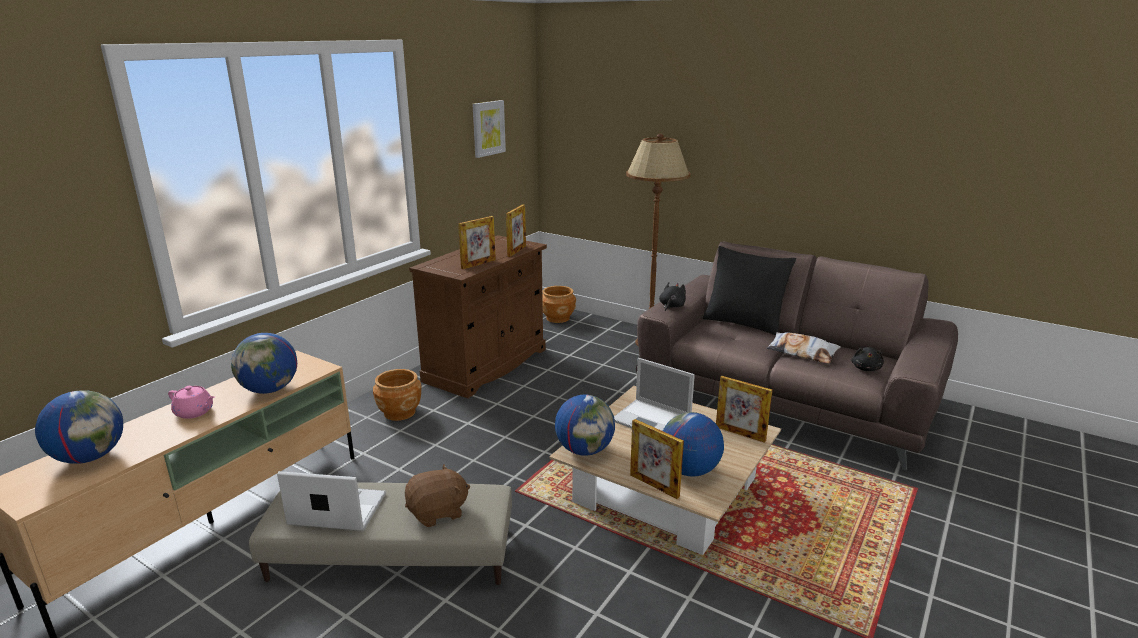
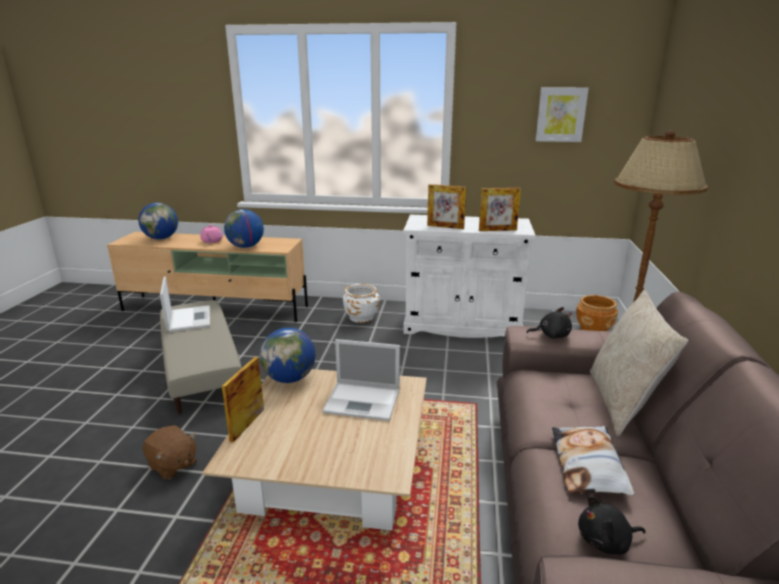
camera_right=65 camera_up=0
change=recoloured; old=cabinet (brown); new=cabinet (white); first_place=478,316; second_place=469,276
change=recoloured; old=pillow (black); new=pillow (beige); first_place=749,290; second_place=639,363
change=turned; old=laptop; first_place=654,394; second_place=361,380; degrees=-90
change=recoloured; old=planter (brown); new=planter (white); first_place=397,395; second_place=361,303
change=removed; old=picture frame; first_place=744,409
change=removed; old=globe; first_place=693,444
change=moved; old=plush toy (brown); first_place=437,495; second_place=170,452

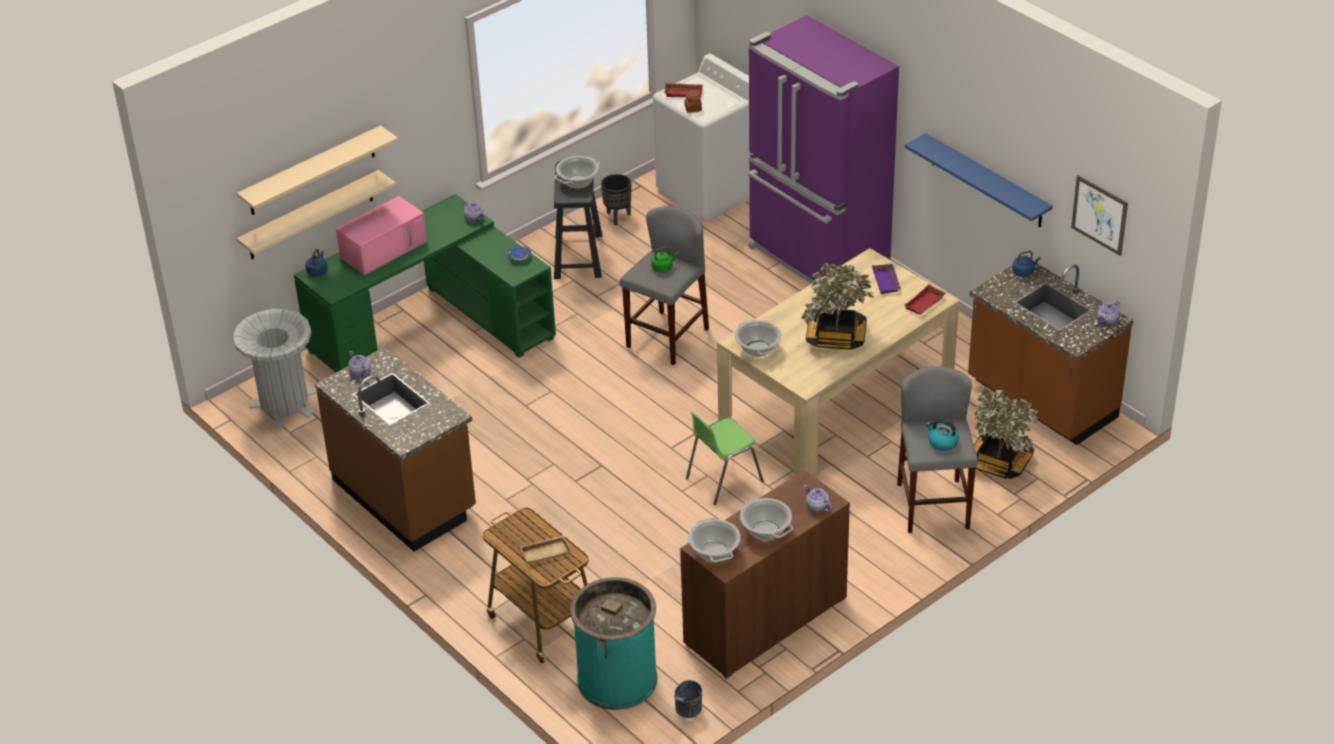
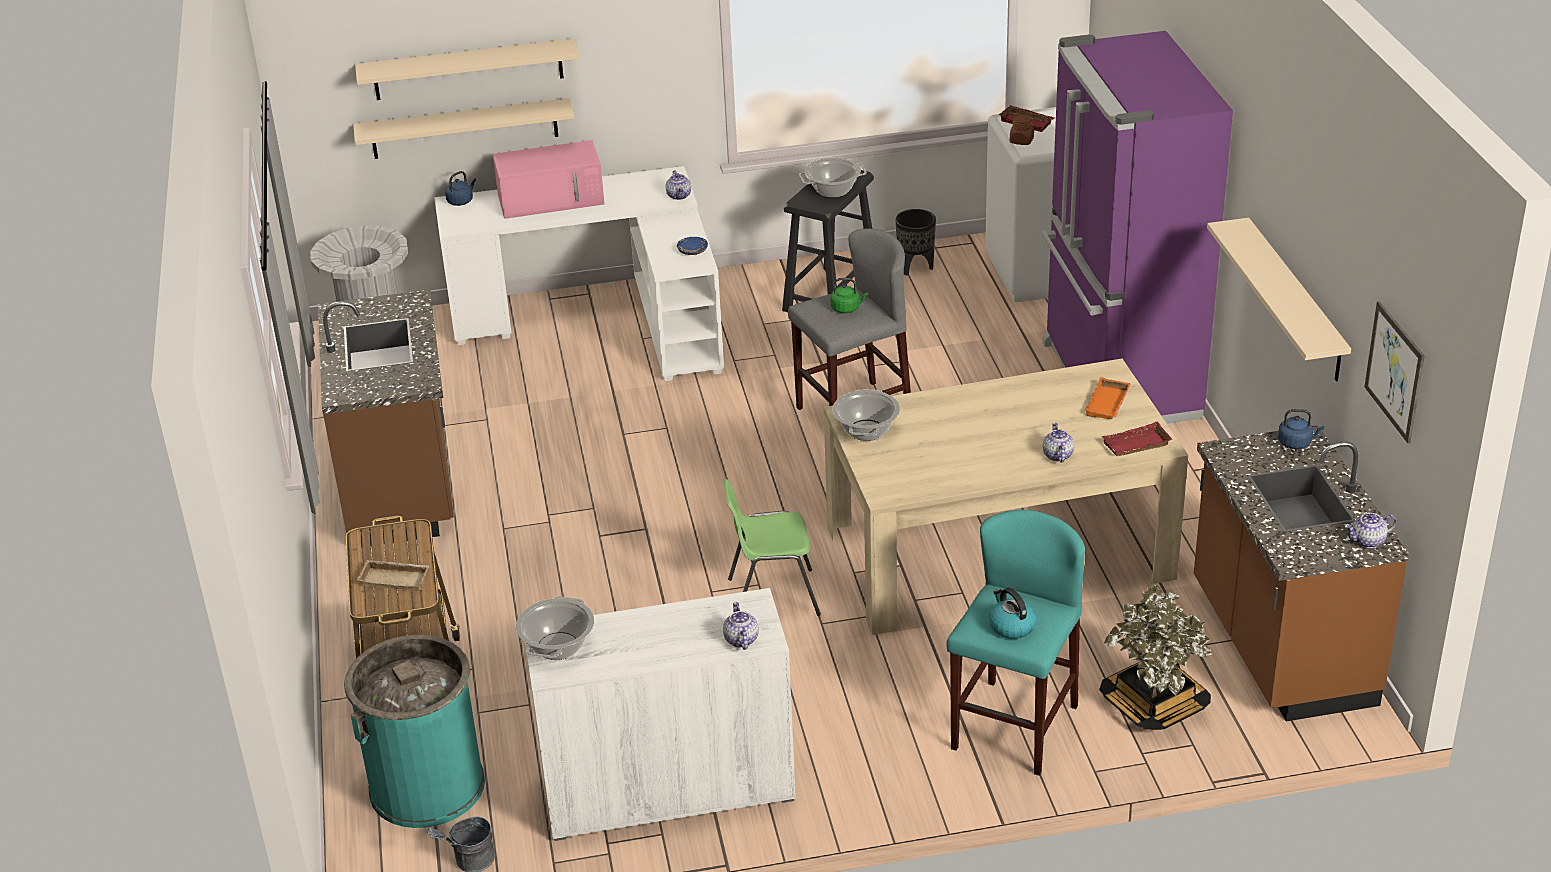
camera_right=30 camera_up=-5
change=recoloured; old=shelf (blue); new=shelf (beige); first_place=979,180; second_place=1279,300
change=recoloured; old=desk (green); new=desk (white); first_place=425,283; second_place=579,273
change=removed; old=potted plant; first_place=838,306
change=recoloured; old=tray (purple); new=tray (orange); first_place=886,279; second_place=1107,398
change=moved; old=teapot; first_place=359,364; second_place=1058,442
change=recoloured; old=stool (grey); new=stool (turquoise); first_place=937,449; second_place=1015,643
change=recoloured; old=cabinet (brown); new=cabinet (white); first_place=765,574; second_place=660,714
change=removed; old=cooking pot; first_place=766,519

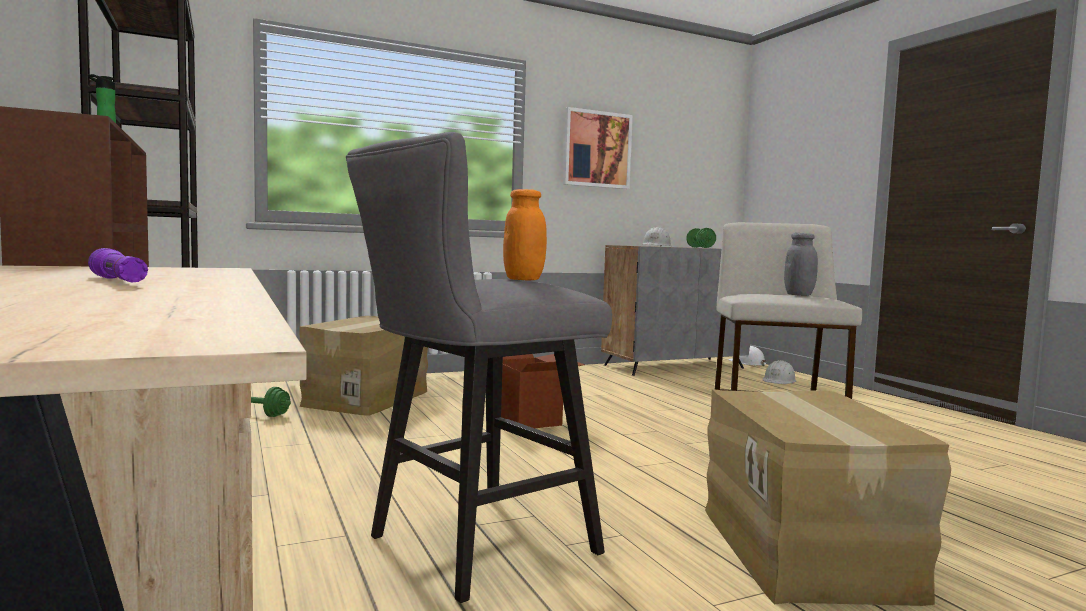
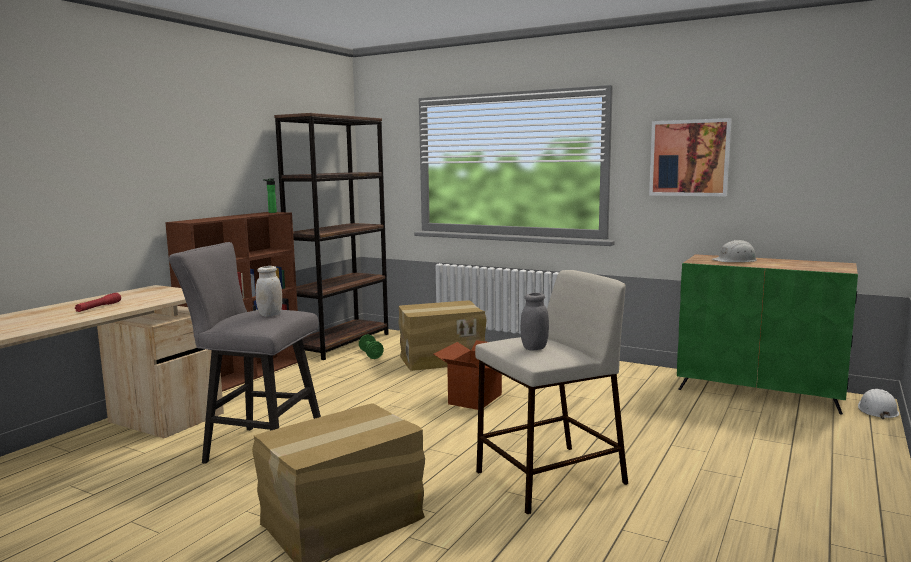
camera_right=55 camera_up=5
change=recoloured; old=jar (orange); new=jar (white); first_place=525,234; second_place=269,291
change=removed; old=dumbbell (green); first_place=701,238
change=recoloured; old=cabinet (grey); new=cabinet (green); first_place=676,310; second_place=767,334
change=recoloured; old=flashlight (purple); new=flashlight (red); first_place=118,265; second_place=98,302
change=removed; old=hard hat (white); first_place=779,372

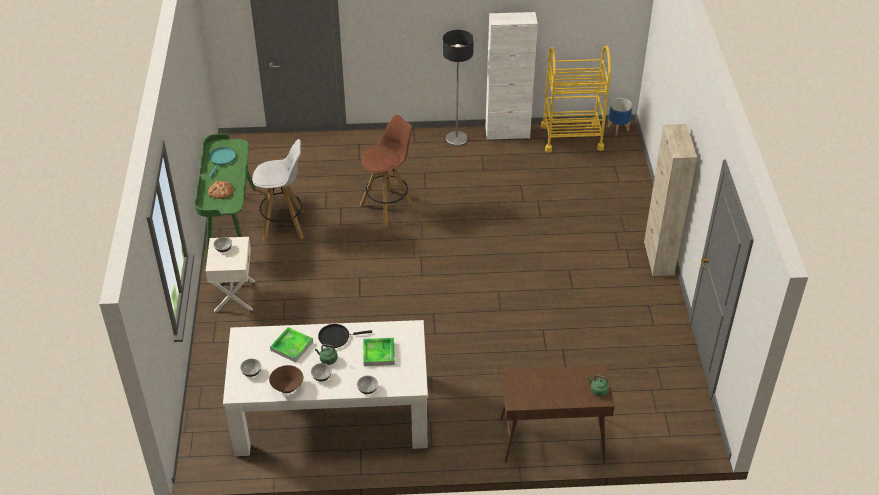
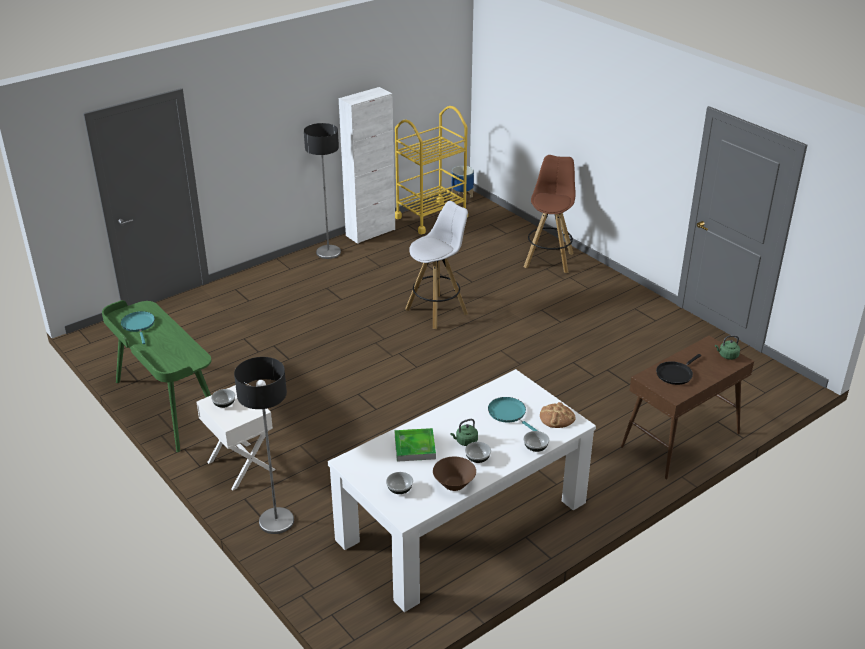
camera_right=-35 camera_up=-10
change=moved; old=stool (brown); first_place=387,170; second_place=550,214
change=removed; old=cabinet (beige); first_place=670,200
change=moved; old=stool (white); first_place=278,190; second_place=436,265
change=moved; old=bread; first_place=220,189; second_place=558,415
change=moved; old=frying pan (black); first_place=345,336; second_place=678,369
change=replaced; old=tray; new=frying pan (turquoise); first_place=379,352; second_place=513,414
change=added; new=floor lamp; second_place=264,445

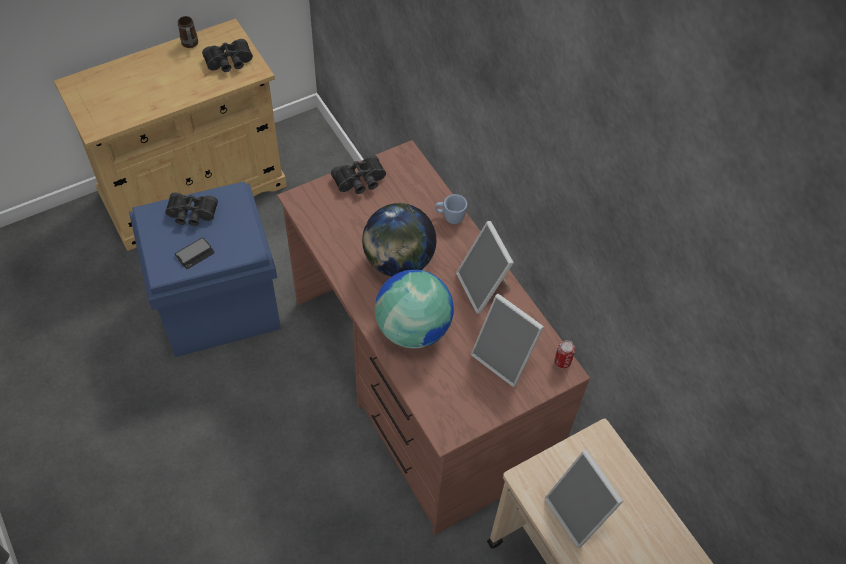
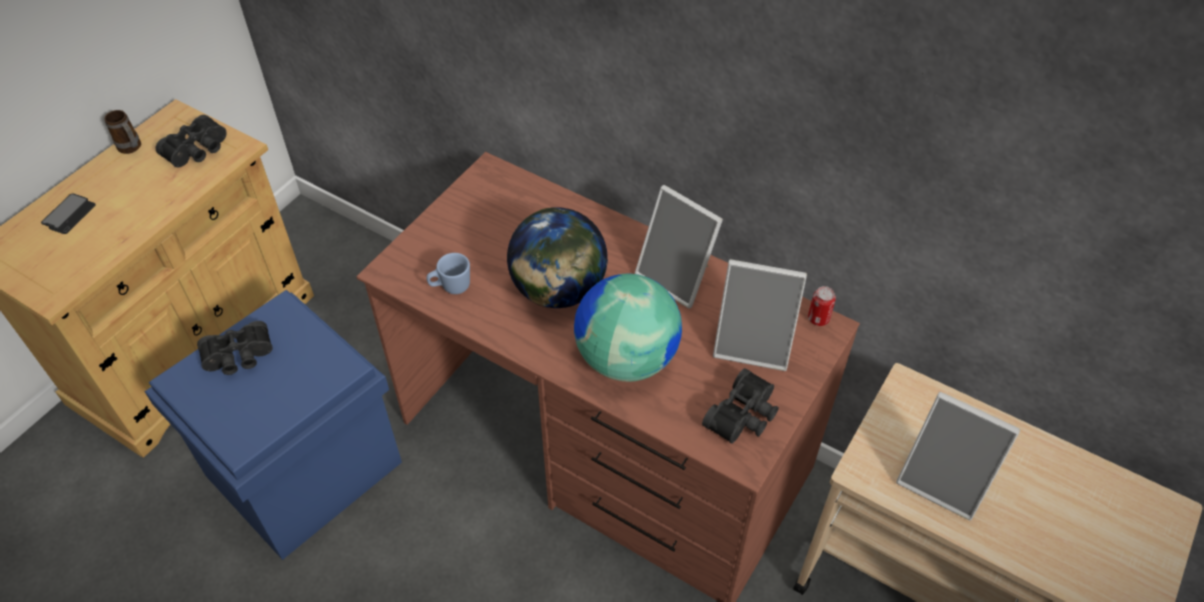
camera_right=-25 camera_up=-5
change=moved; old=binoculars (black); first_place=358,174; second_place=740,406
change=moved; old=mug (blue); first_place=451,209; second_place=448,273
change=moved; old=phone; first_place=195,253; second_place=68,214

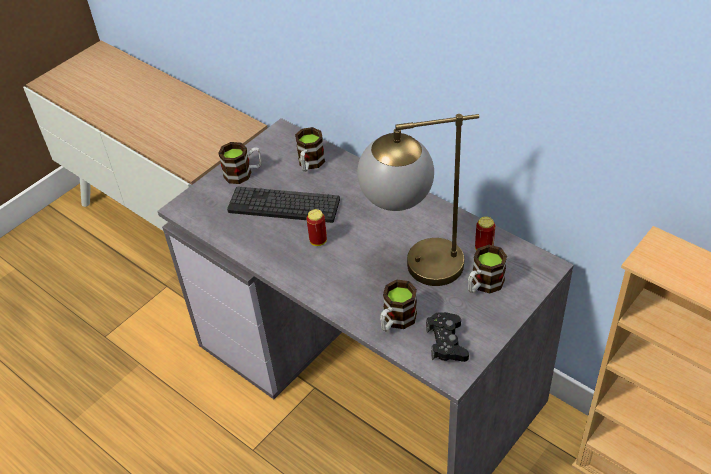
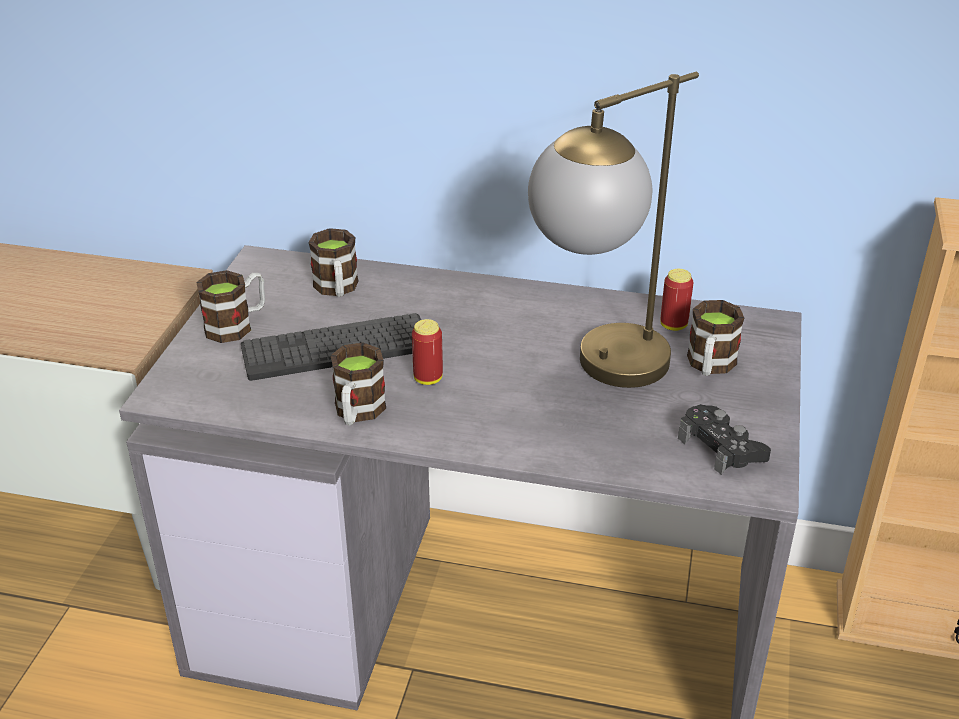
camera_right=-30 camera_up=-10
change=moved; old=mug; first_place=398,305; second_place=358,384

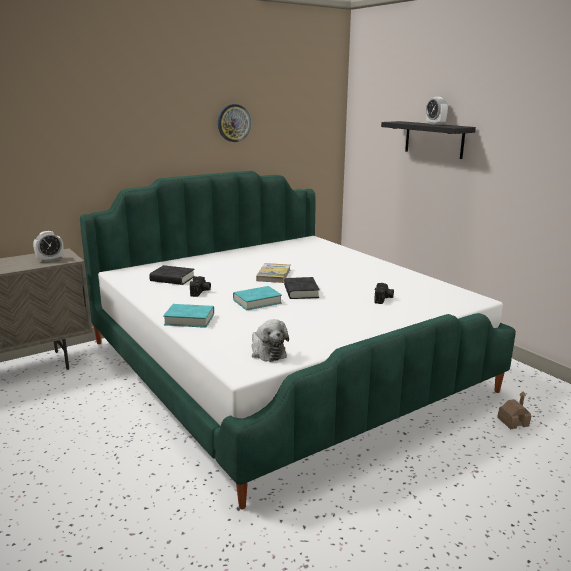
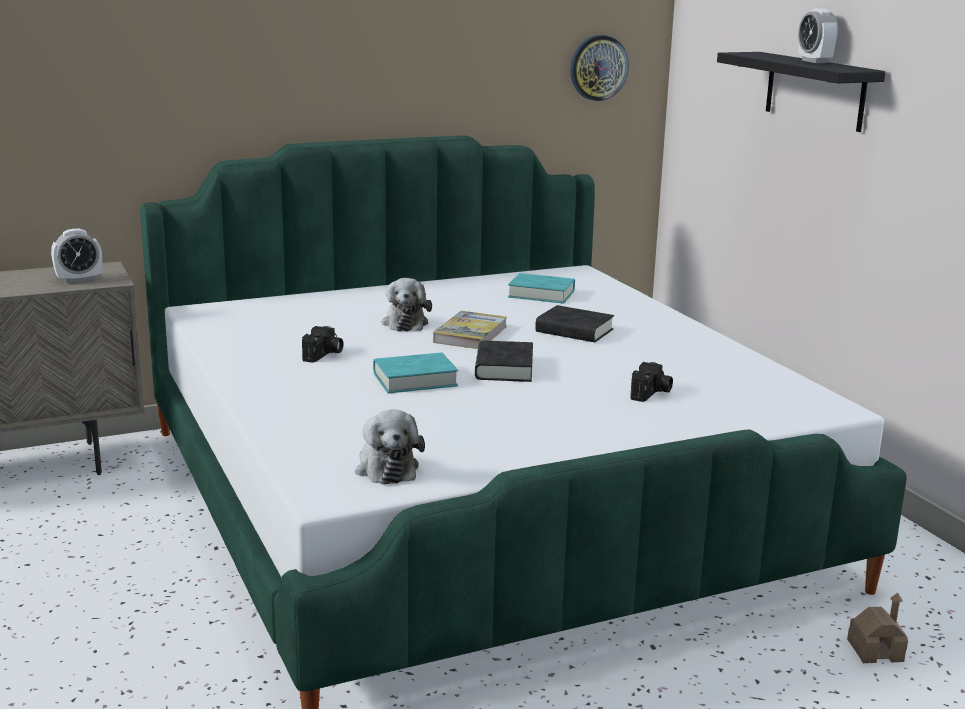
camera_right=10 camera_up=0
change=moved; old=wall clock; first_place=234,123; second_place=599,68
change=moved; old=book (black); first_place=172,275; second_place=574,323
change=moved; old=book (turquoise); first_place=188,316; second_place=541,288
change=added; new=plush toy; second_place=407,304

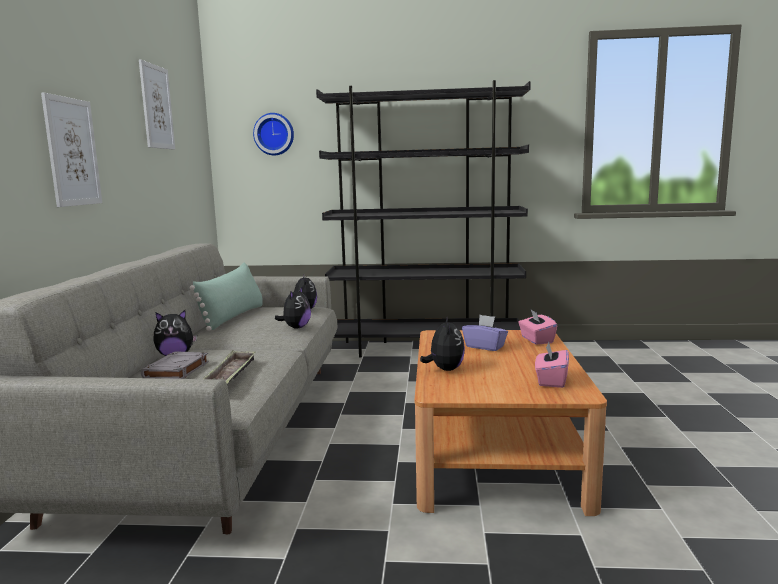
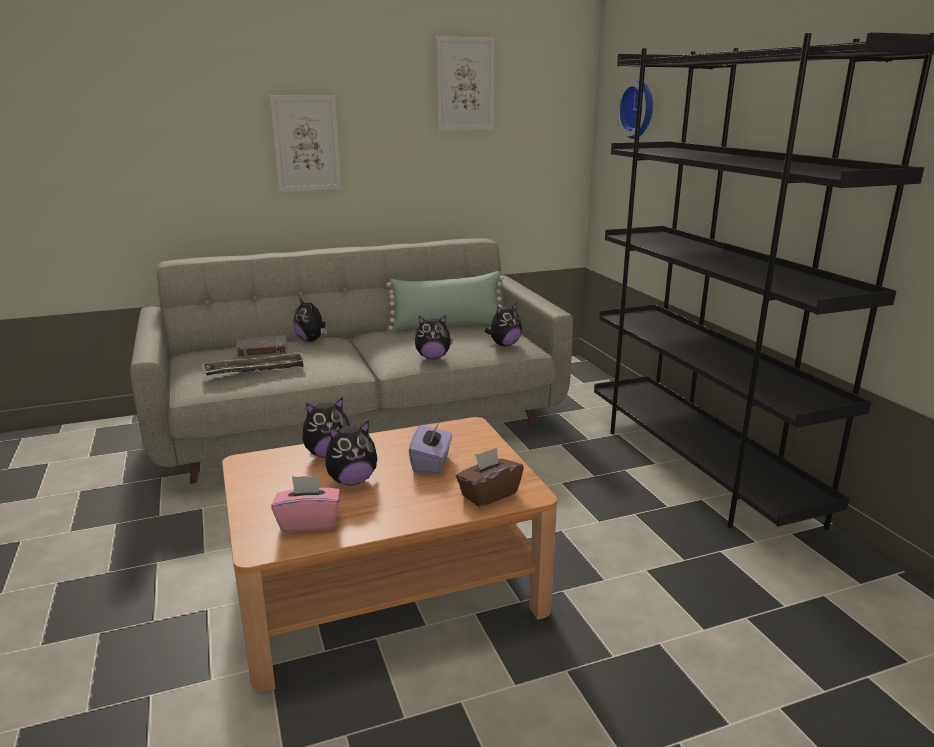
camera_right=65 camera_up=10
change=recoloured; old=tissue box (pink); new=tissue box (brown); first_place=537,327; second_place=490,477
change=added; new=plush toy; second_place=351,452

